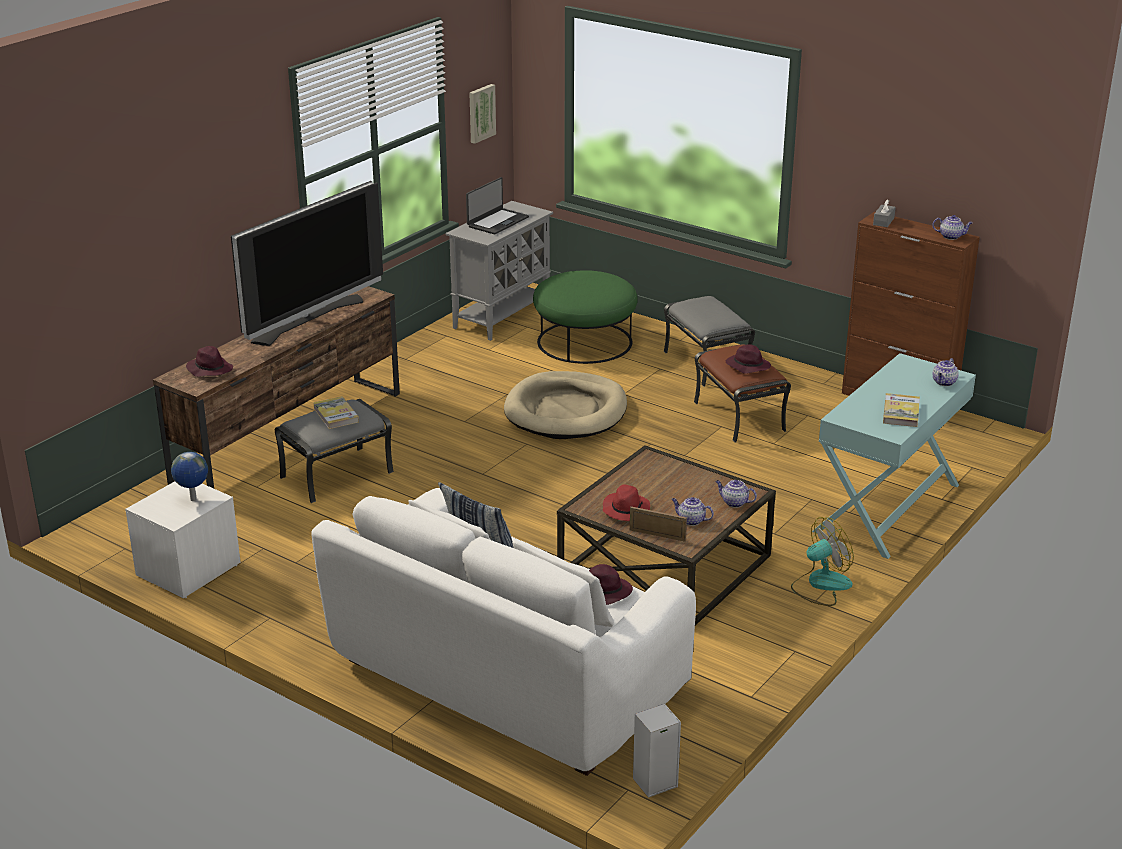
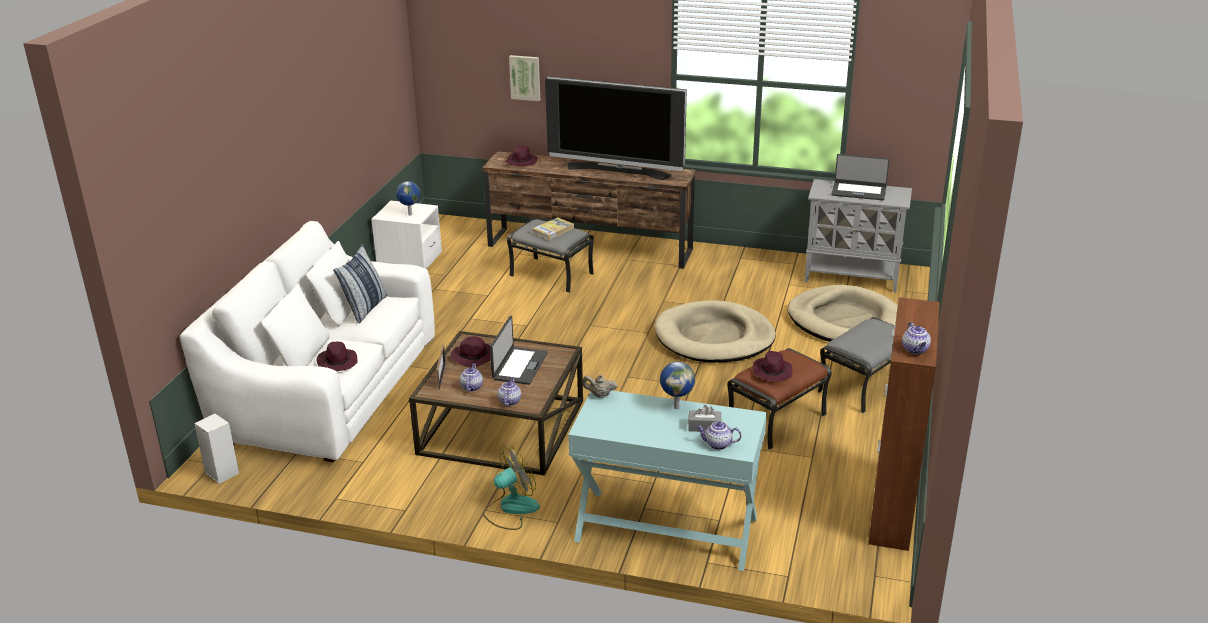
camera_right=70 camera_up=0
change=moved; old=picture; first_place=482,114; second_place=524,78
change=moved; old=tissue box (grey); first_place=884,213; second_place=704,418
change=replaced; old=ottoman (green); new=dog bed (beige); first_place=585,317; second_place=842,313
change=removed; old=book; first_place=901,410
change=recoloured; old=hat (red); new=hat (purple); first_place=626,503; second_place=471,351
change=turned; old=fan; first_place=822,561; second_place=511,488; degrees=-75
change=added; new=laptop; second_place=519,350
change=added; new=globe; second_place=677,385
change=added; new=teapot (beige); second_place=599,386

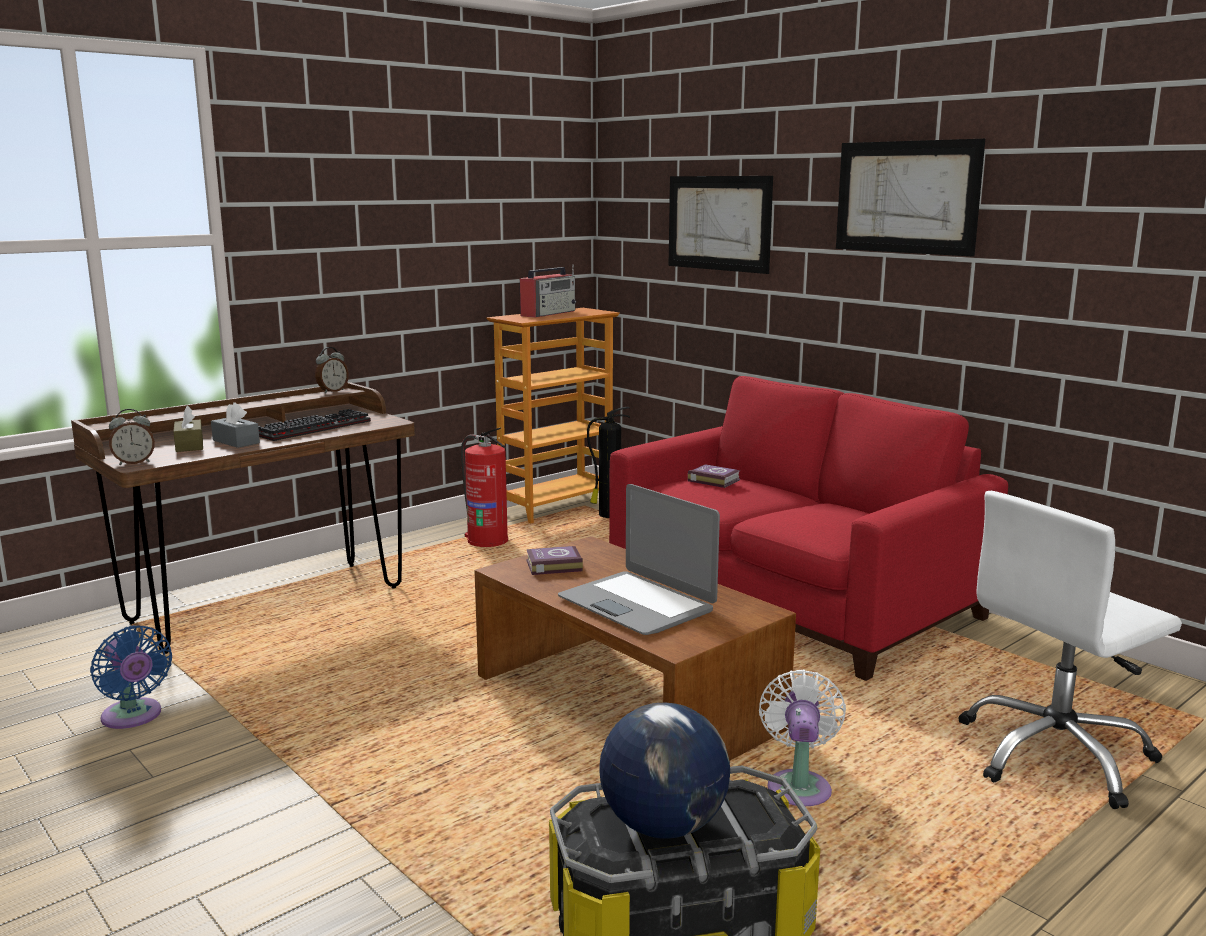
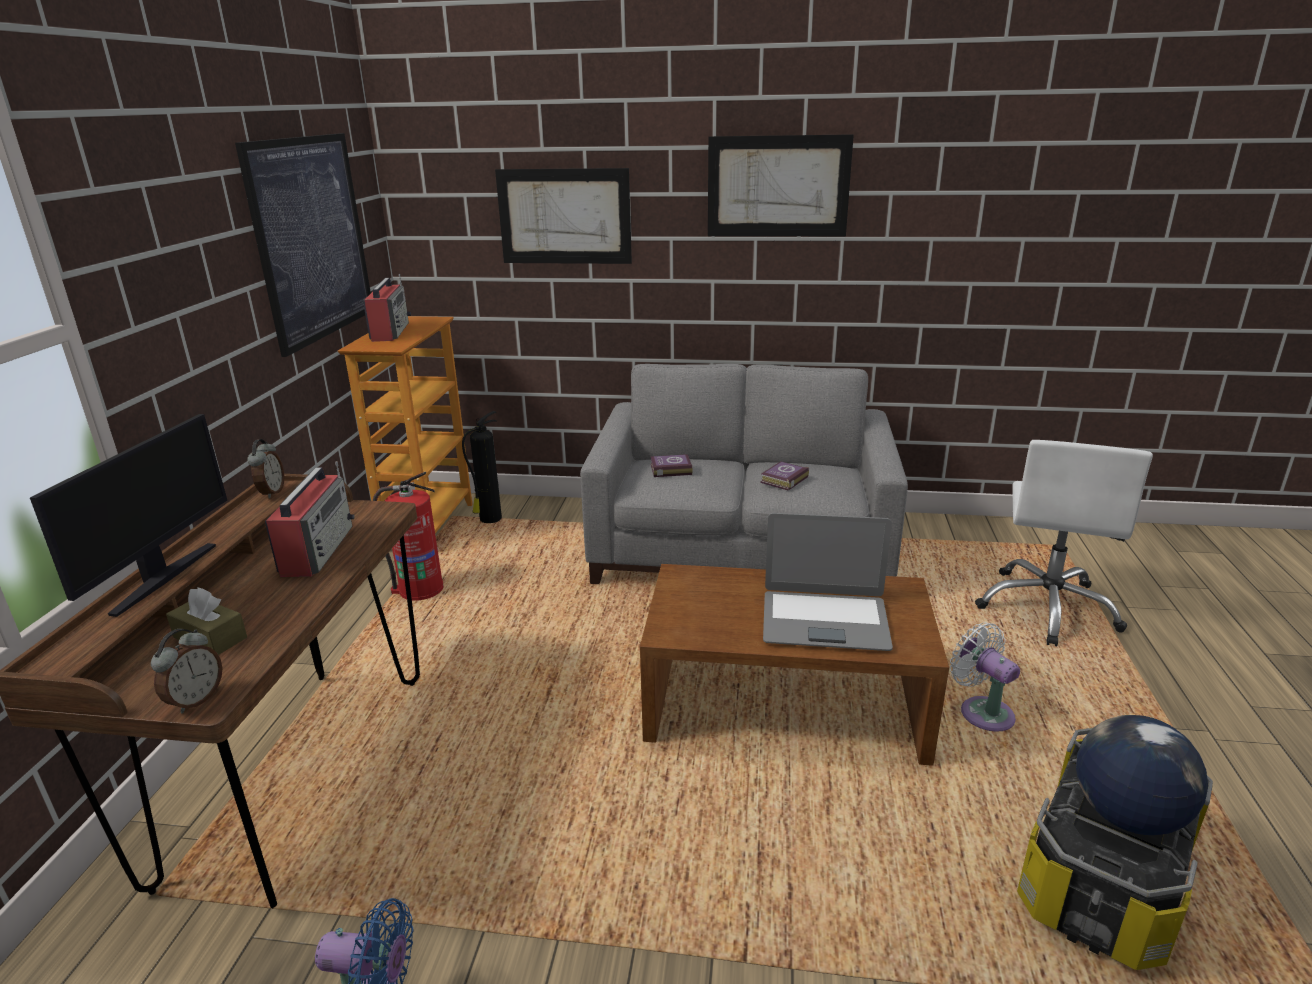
camera_right=-40 camera_up=10
change=recoloured; old=sofa (red); new=sofa (grey); first_place=808,528; second_place=744,474
change=removed; old=tissue box (grey); first_place=235,425
change=replaced; old=keyboard; new=radio; first_place=314,425; second_place=310,519
change=moved; old=book; first_place=554,560; second_place=784,476
change=added; new=picture; second_place=303,245
change=added; new=monitor; second_place=128,515

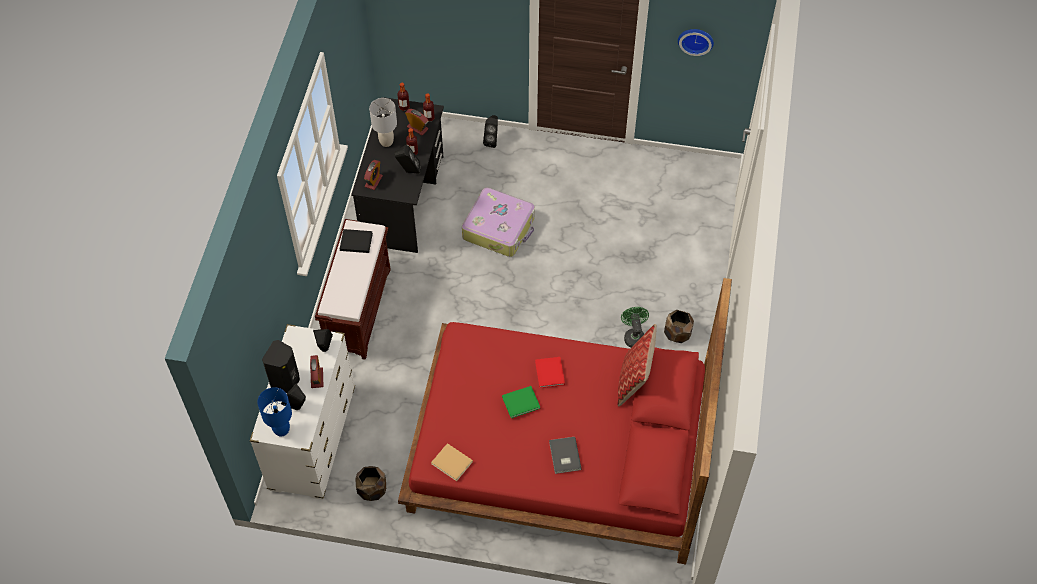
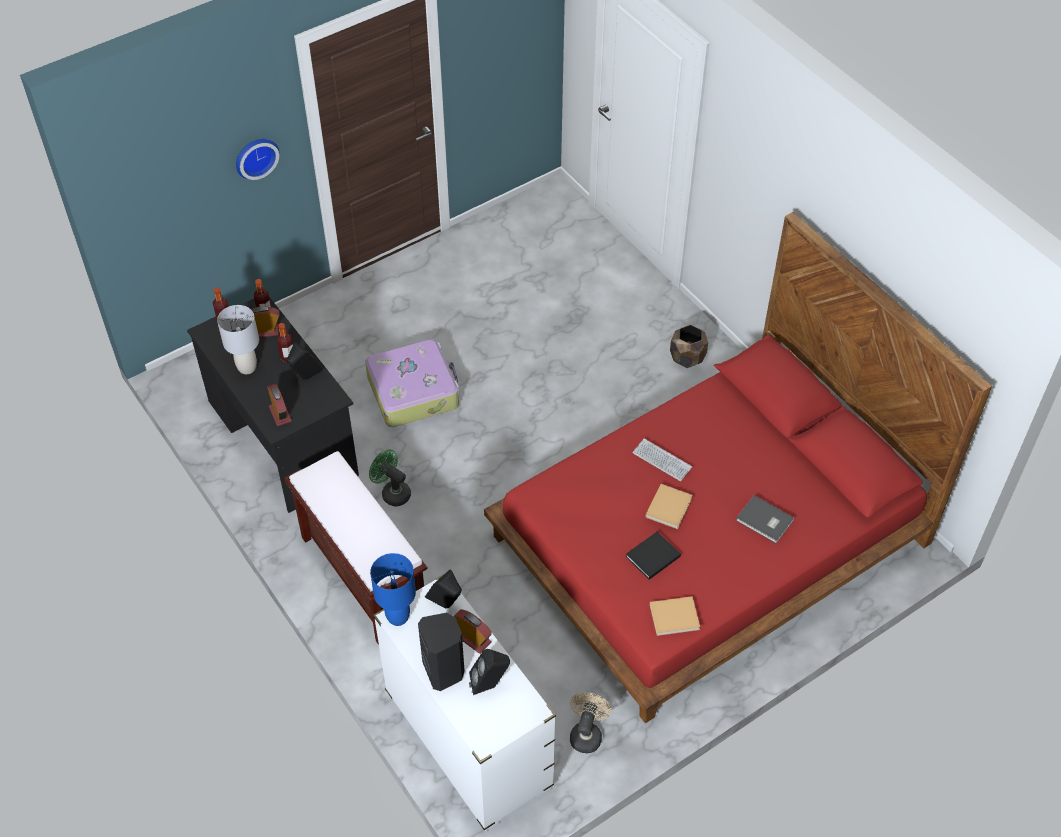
camera_right=-45 camera_up=-5
change=moved; old=wall clock; first_place=696,42; second_place=257,159
change=removed; old=speaker (black); first_place=490,131
change=moved; old=book (black); first_place=356,241; second_place=653,556
change=moved; old=fan (green); first_place=635,327; second_place=390,477
change=removed; old=pillow; first_place=637,365
change=replaced; old=book (red); new=keyboard; first_place=550,372; second_place=662,459
change=recoloured; old=book (green); new=book (beige); first_place=521,402; second_place=669,506
change=moved; old=table lamp (blue); first_place=274,412; second_place=393,589
change=replaced; old=planter (brown); new=fan (beige); first_place=370,483; second_place=591,722

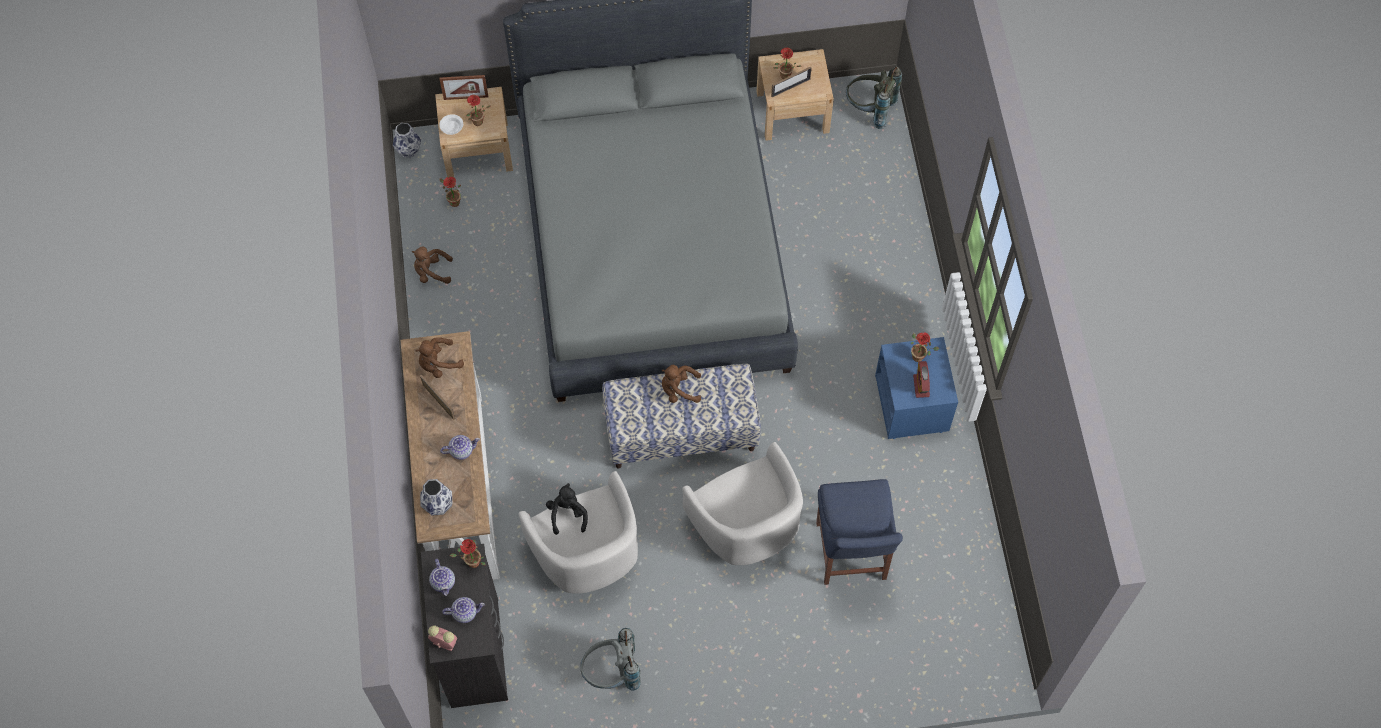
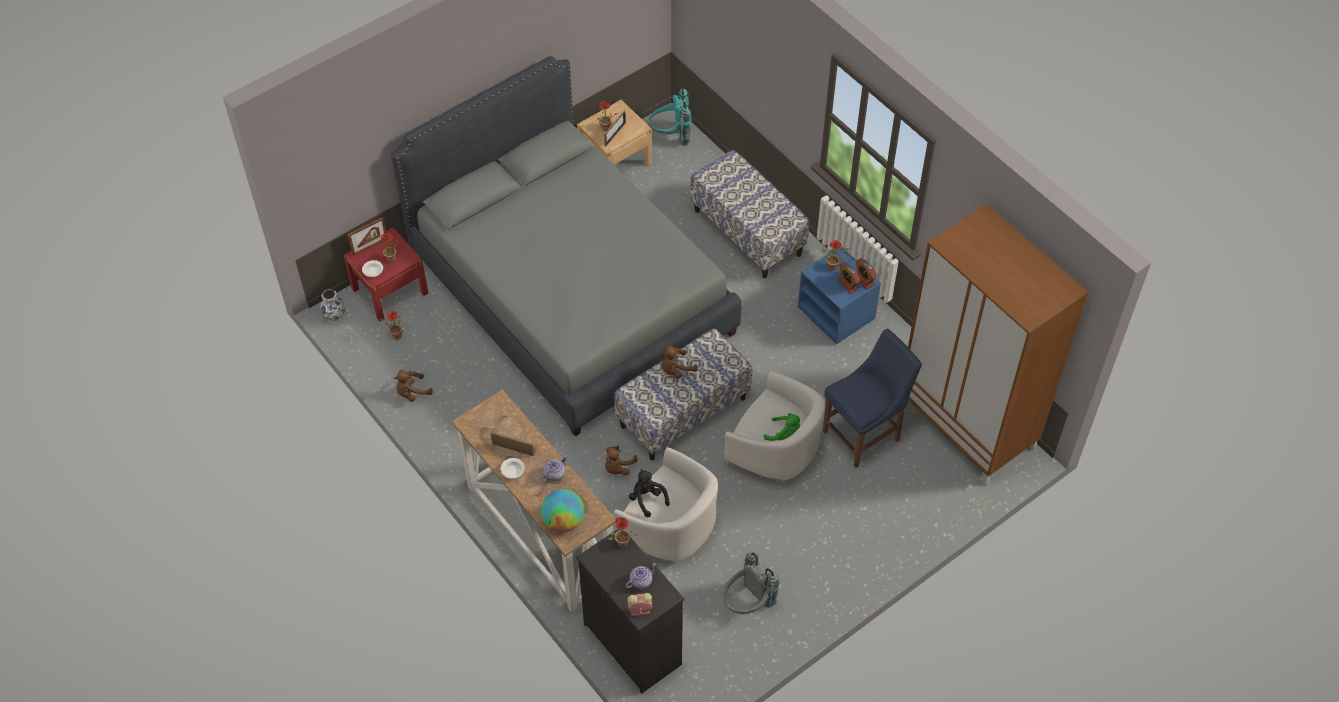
camera_right=-30 camera_up=-10
change=recoloured; old=backpack (grey); new=backpack (turquoise); first_place=874,98; second_place=669,116
change=recoloured; old=nightstand (beige); new=nightstand (red); first_place=474,132; second_place=386,274
change=moved; old=plush toy (brown); first_place=439,357; second_place=621,460
change=replaced; old=vase; new=globe; first_place=436,497; second_place=562,511
change=turned; old=chair (blue); first_place=859,532; second_place=872,398; degrees=-90
change=removed; old=teapot; first_place=442,577
change=added; new=bench; second_place=749,214
change=added; new=wardrobe (brown); second_place=998,344
change=added; new=alarm clock; second_place=866,273
change=added; new=plush toy (green); second_place=782,427
change=added; new=bowl (white); second_place=513,468

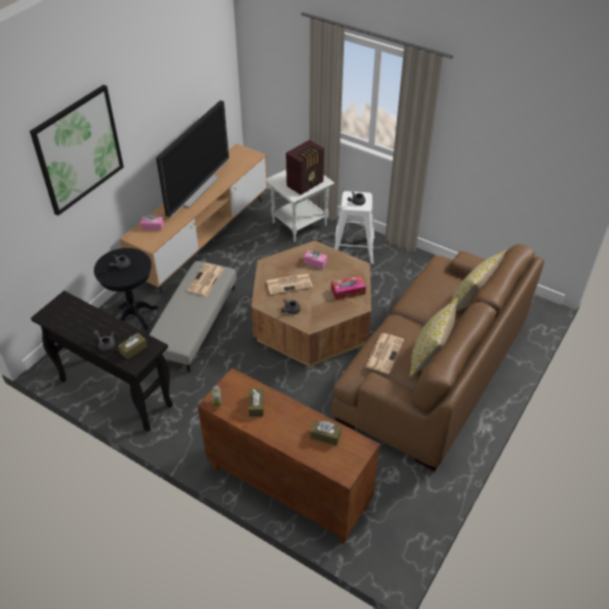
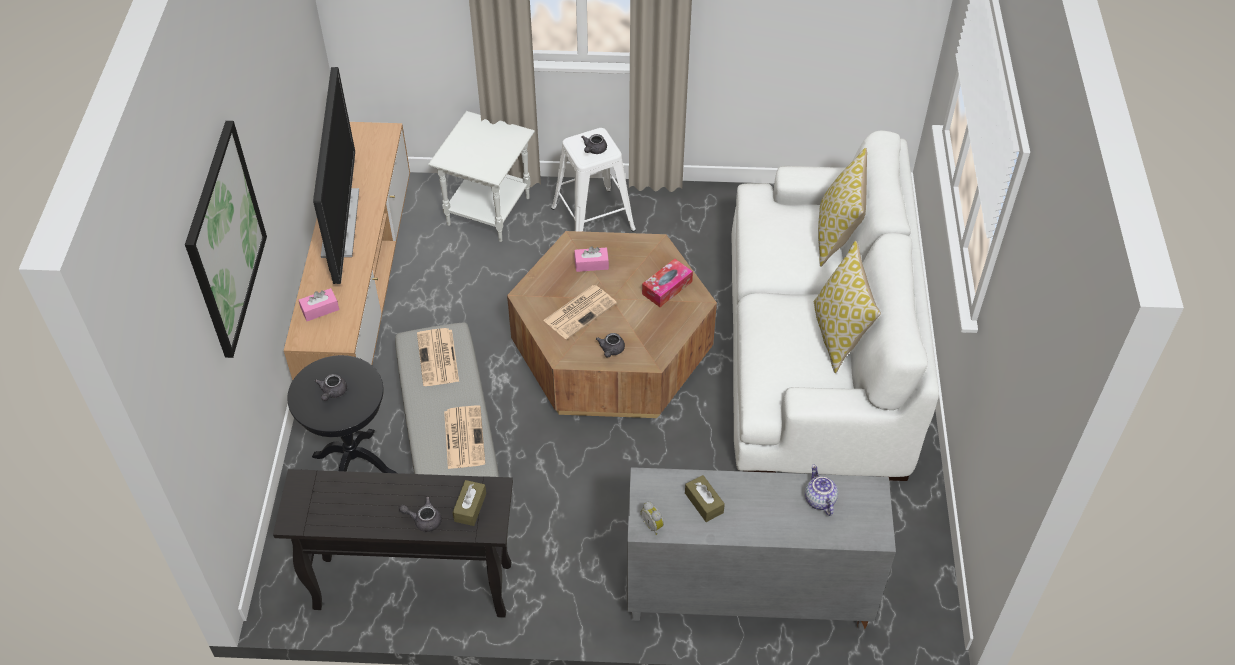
camera_right=-30 camera_up=5
change=removed; old=radio; first_place=305,167
change=recoloured; old=sofa (brown); new=sofa (white); first_place=438,357; second_place=835,305
change=moved; old=newspaper; first_place=384,353; second_place=464,437
change=recoloured; old=cabinet (brown); new=cabinet (grey); first_place=289,456; second_place=761,548
change=replaced; old=tissue box (brown); new=teapot; first_place=325,432; second_place=821,490

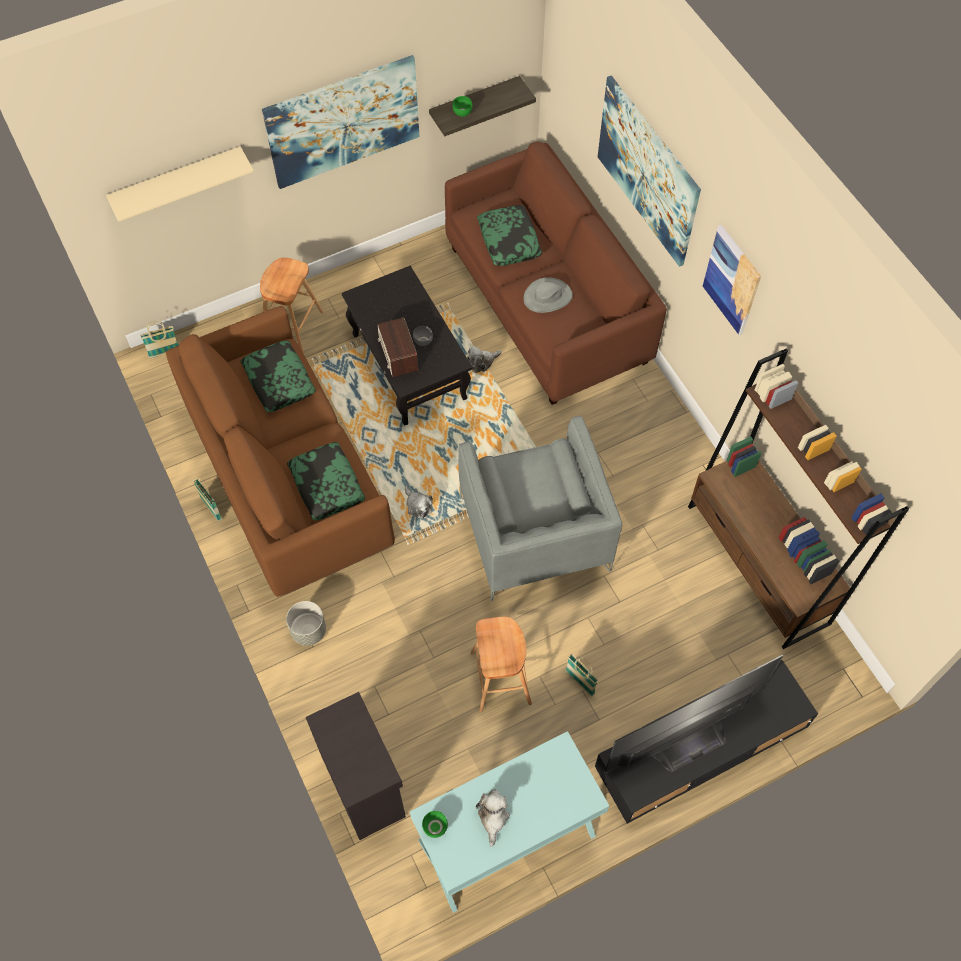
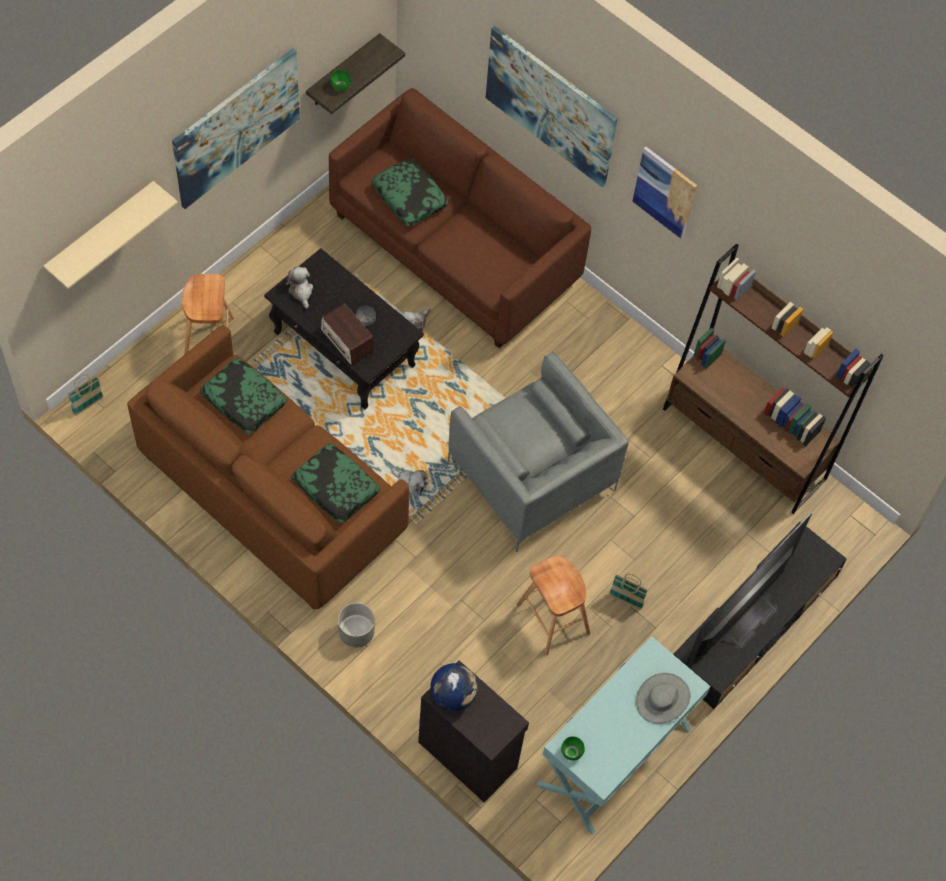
camera_right=-25 camera_up=0
change=moved; old=hat (grey); first_place=548,295; second_place=663,698
change=removed; old=basket; first_place=207,499
change=moved; old=plush toy; first_place=493,818; second_place=299,287
change=added; new=globe; second_place=454,687

